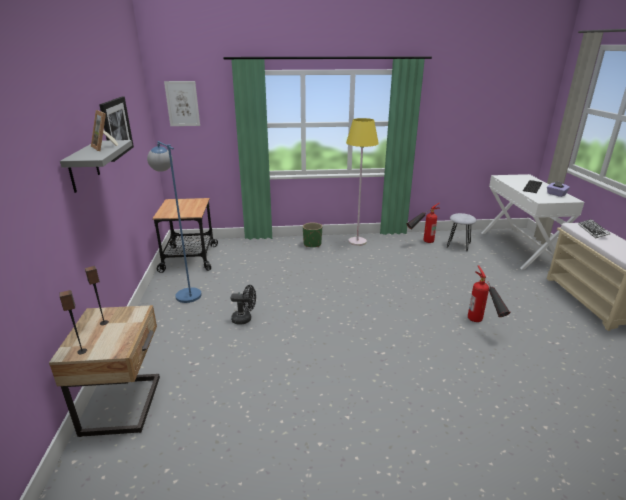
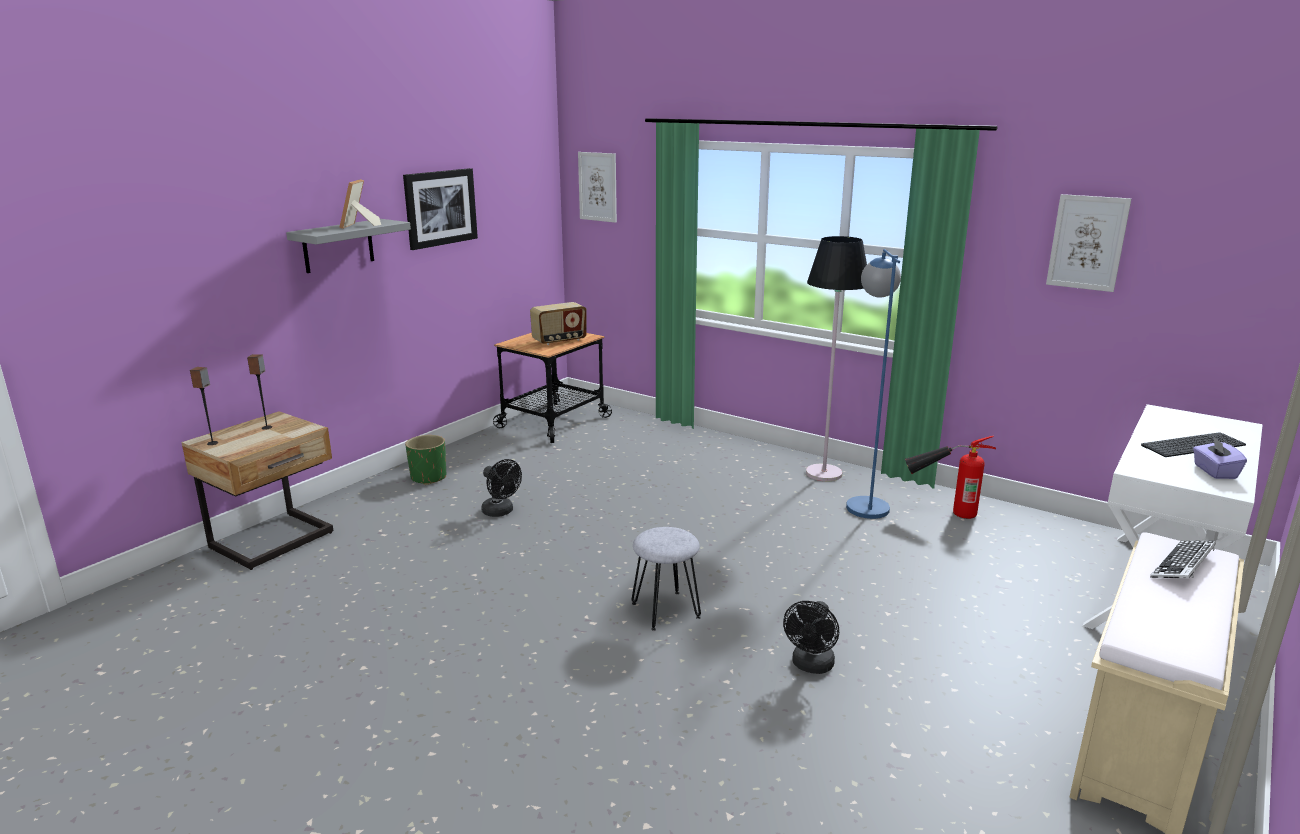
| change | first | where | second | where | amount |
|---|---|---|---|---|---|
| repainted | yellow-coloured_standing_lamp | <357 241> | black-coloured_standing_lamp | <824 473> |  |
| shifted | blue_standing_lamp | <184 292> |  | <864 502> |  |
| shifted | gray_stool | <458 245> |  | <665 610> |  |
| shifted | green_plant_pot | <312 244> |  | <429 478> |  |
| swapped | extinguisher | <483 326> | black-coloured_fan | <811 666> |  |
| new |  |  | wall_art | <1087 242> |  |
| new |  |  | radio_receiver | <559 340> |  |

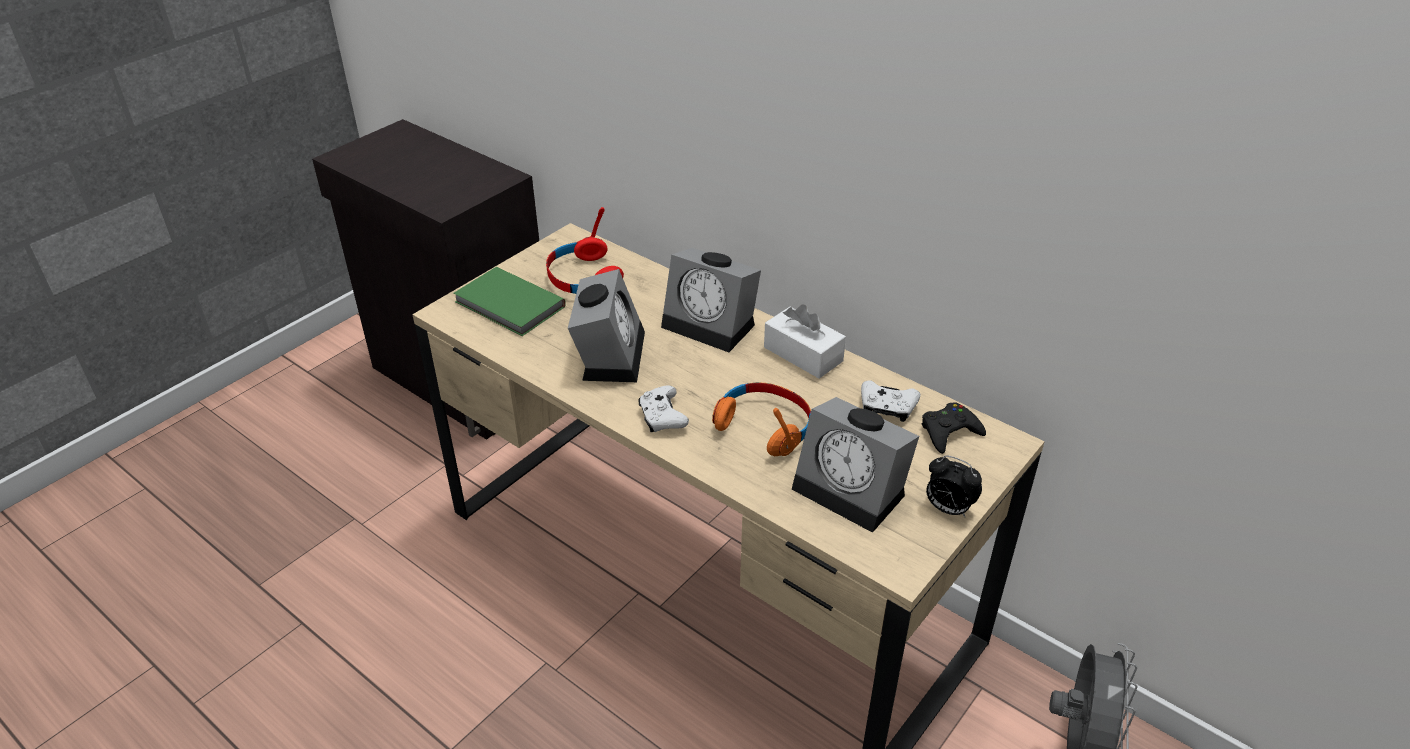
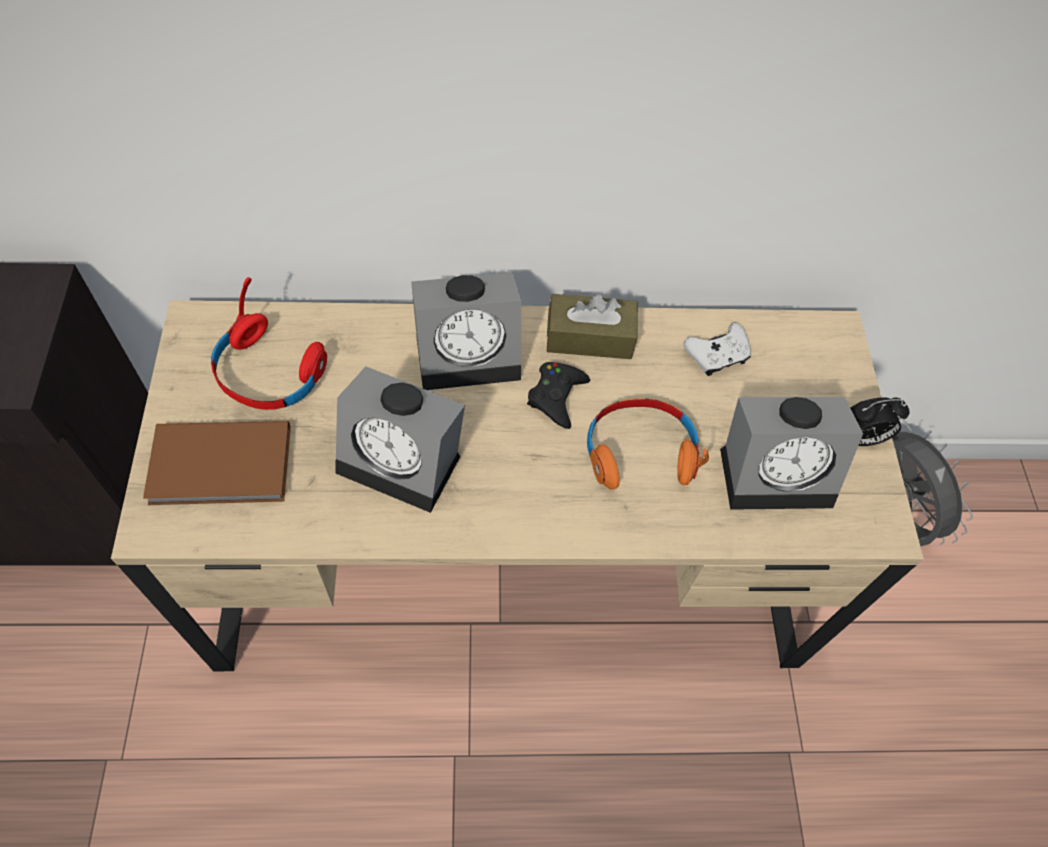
| change | first | where | second | where | amount |
|---|---|---|---|---|---|
| repainted | green_bound_book | <509 306> | brownish_bound_book | <223 468> |  |
| rotated | alarm_clock | <609 353> |  | <404 460> | 150 degrees clockwise |
| repainted | whitish_box_of_tissues | <803 354> | brownish_box_of_tissues | <589 337> |  |
| gone | whitish_joypad | <662 417> |  |  |  |
| shifted | black-coloured_joypad | <949 432> |  | <556 396> |  |

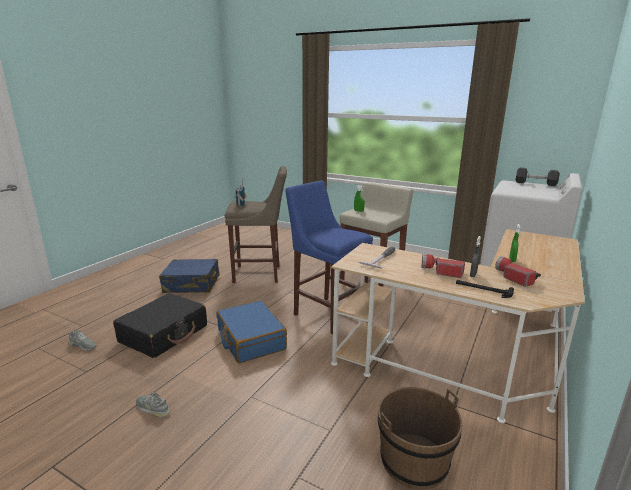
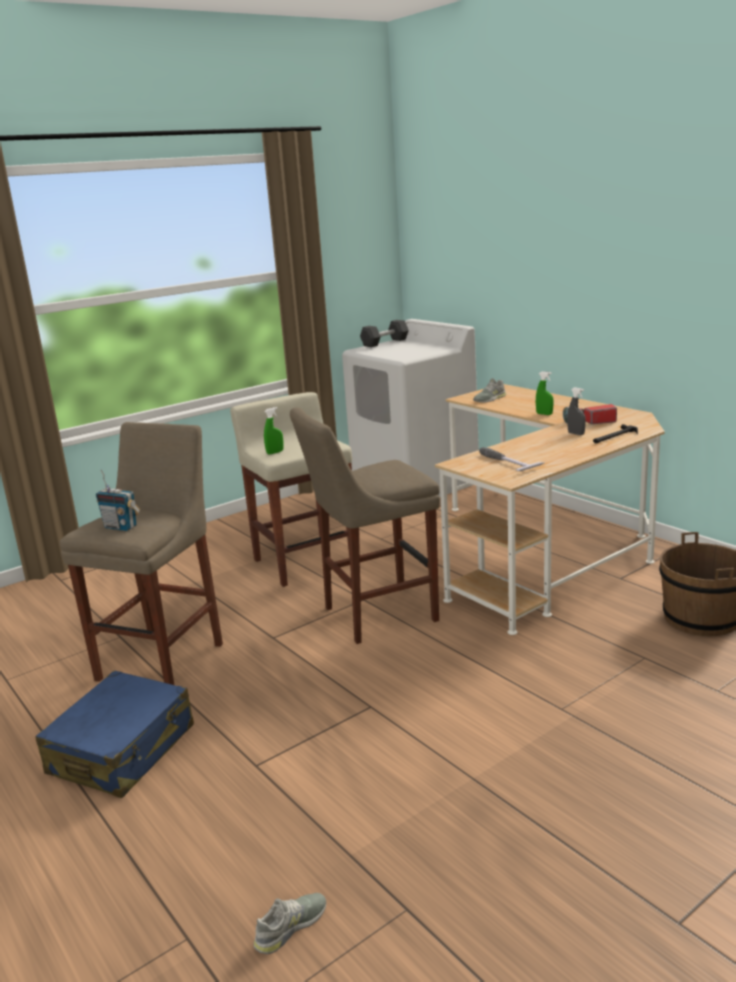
| change | first | where | second | where | amount |
|---|---|---|---|---|---|
| repainted | blue_stool | <327 313> | beige-coloured_stool | <374 615> |  |
| gone | hand_torch | <441 271> |  |  |  |
| gone | black-coloured_suitcase | <164 334> |  |  |  |
| gone | blue_suitcase | <250 340> |  |  |  |
| shifted | gray_low_shoe | <153 408> |  | <489 399> |  |

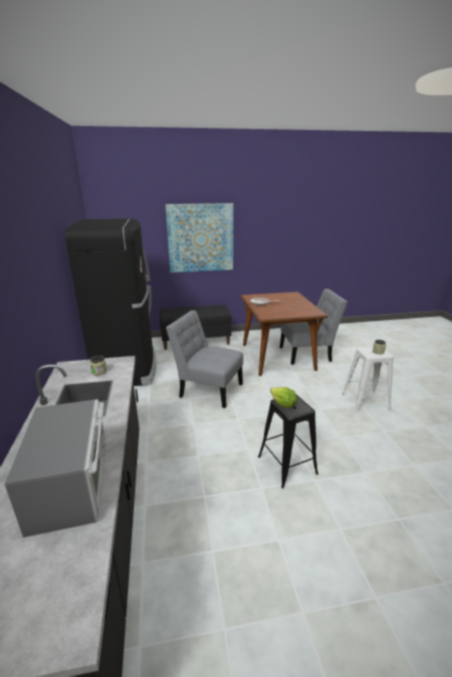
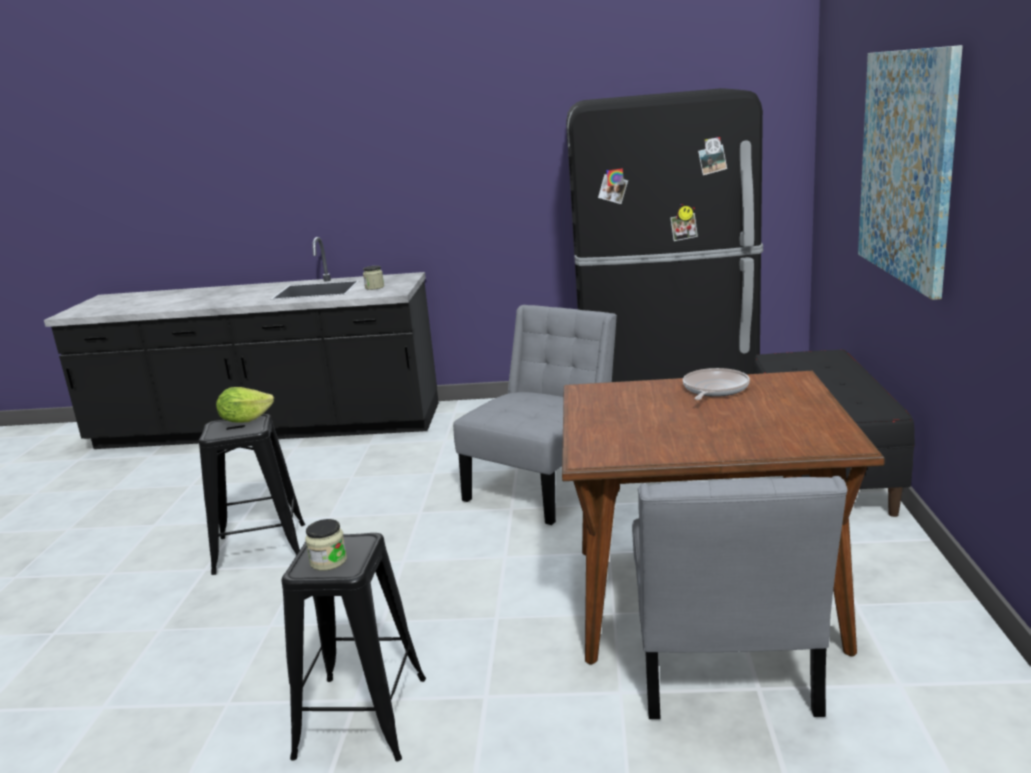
| change | first | where | second | where | amount |
|---|---|---|---|---|---|
| repainted | whitish_stool | <365 402> | black-coloured_stool | <362 716> |  |
| gone | kitchen_microwave | <73 482> |  |  |  |

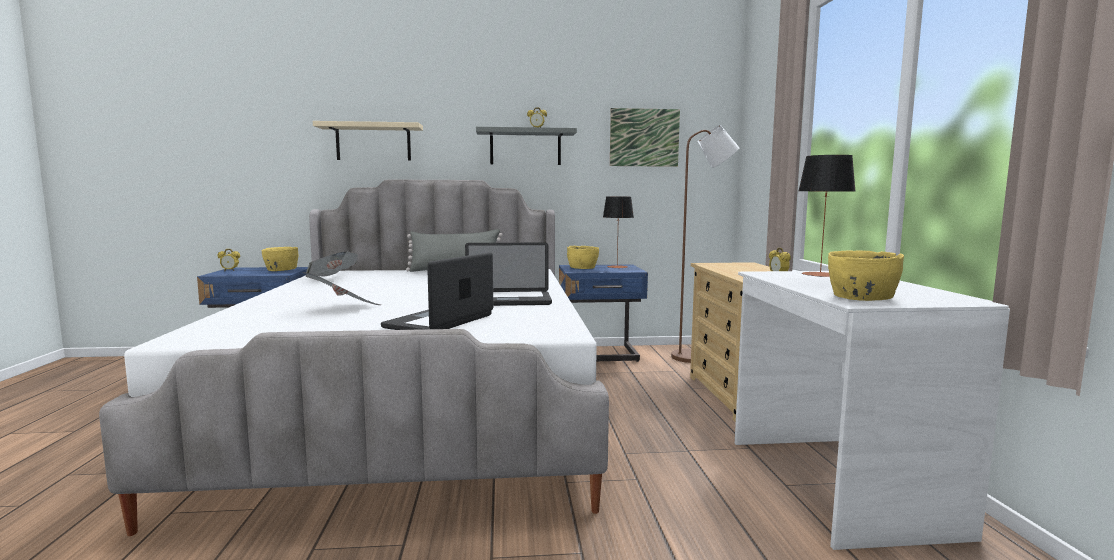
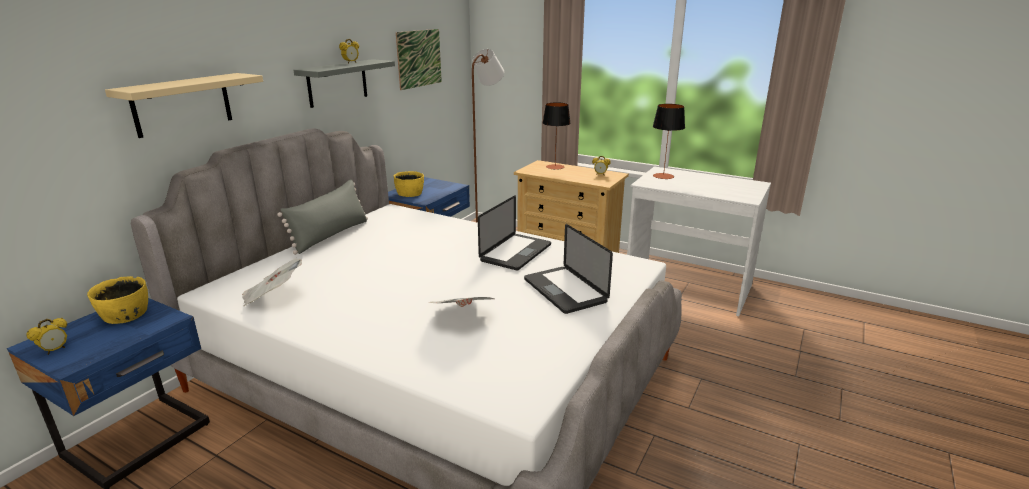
| change | first | where | second | where | amount |
|---|---|---|---|---|---|
| shifted | tabletop_lamp | <617 267> |  | <555 167> |  |
| gone | yellow-coloured_deep_dish | <861 297> |  |  |  |

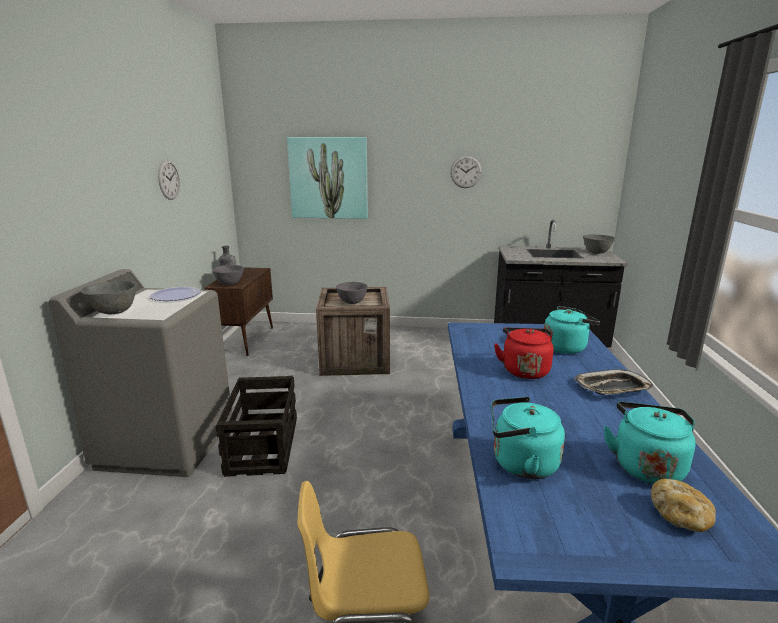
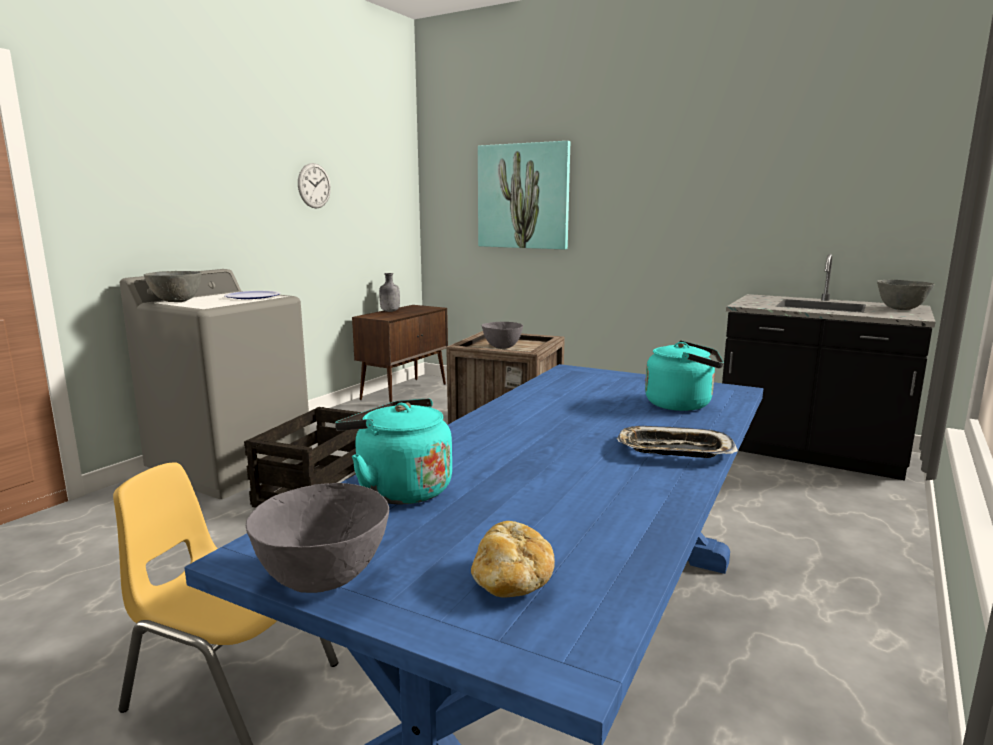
| change | first | where | second | where | amount |
|---|---|---|---|---|---|
| gone | hanging_clock | <466 172> |  |  |  |
| shifted | gray_deep_dish | <229 284> |  | <322 580> |  |
| gone | red-coloured_kettle | <524 370> |  |  |  |
| gone | turquoise_kettle | <646 466> |  |  |  |

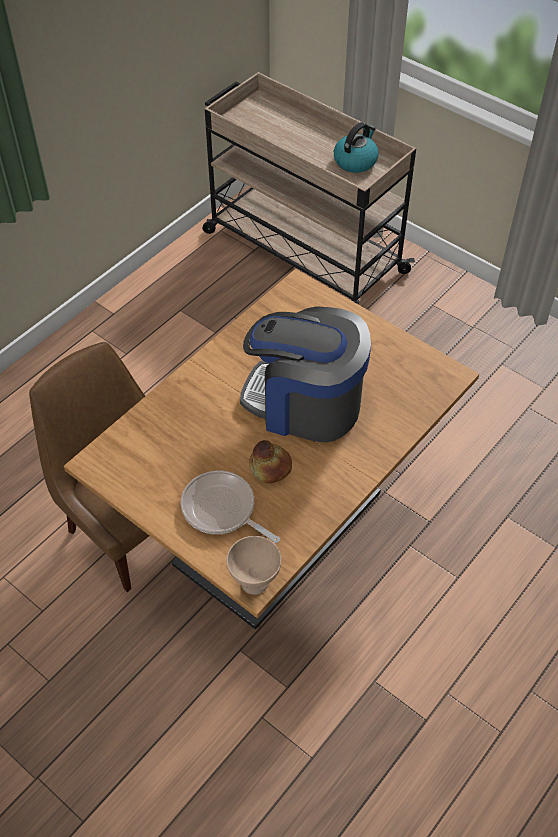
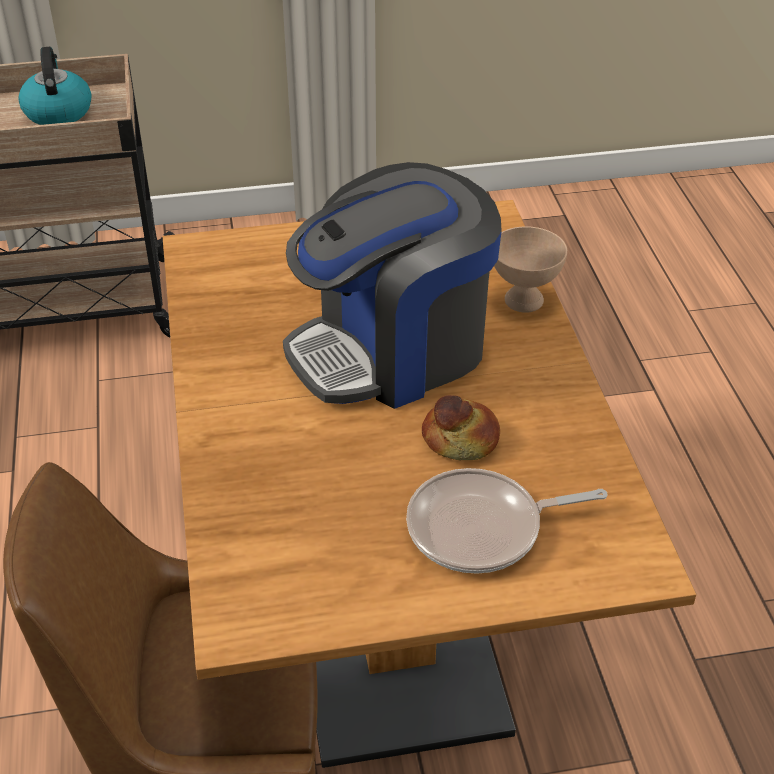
| change | first | where | second | where | amount |
|---|---|---|---|---|---|
| shifted | beige-coloured_deep_dish | <255 582> |  | <525 300> |  |

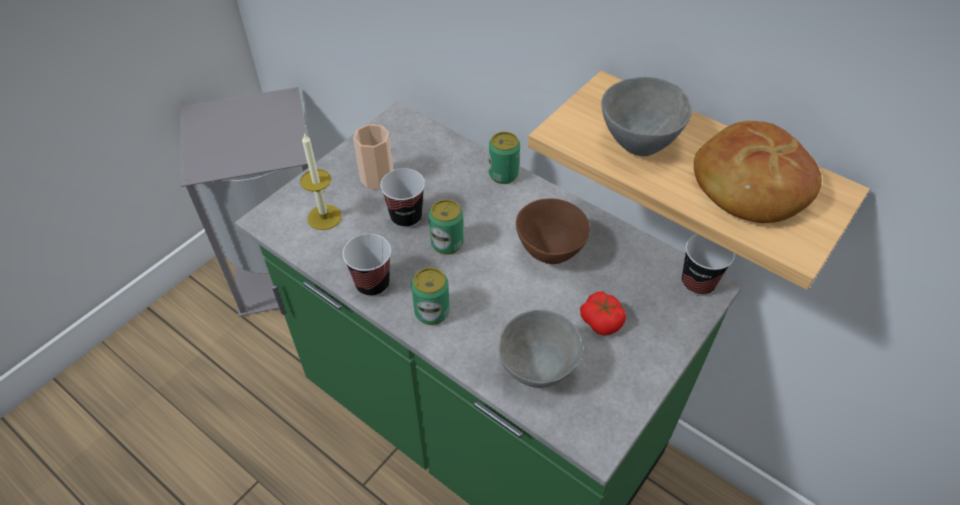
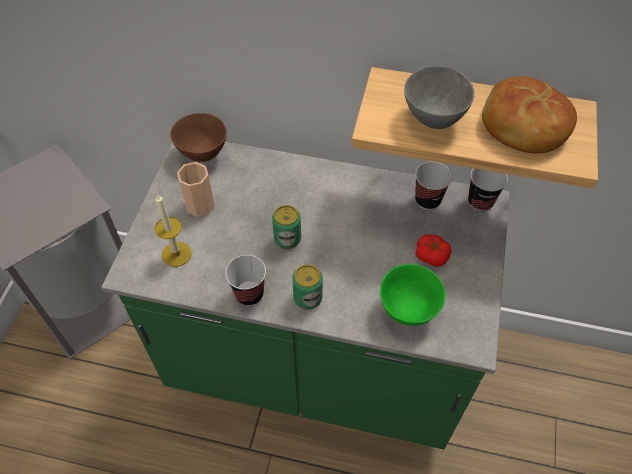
| change | first | where | second | where | amount |
|---|---|---|---|---|---|
| gone | metal_can | <503 174> |  |  |  |
| shifted | drinking_cup | <406 217> |  | <427 200> |  |
| shifted | brownish_deep_dish | <550 252> |  | <203 153> |  |
| repainted | gray_deep_dish | <538 370> | green_deep_dish | <408 311> |  |

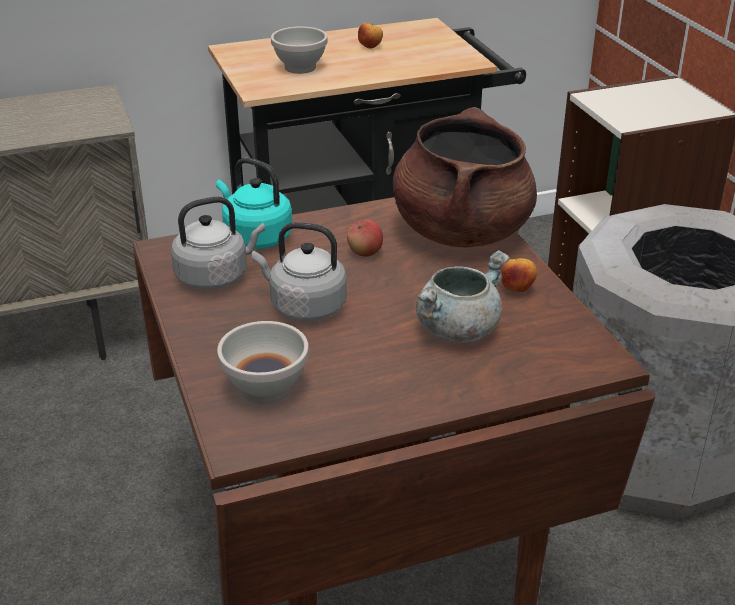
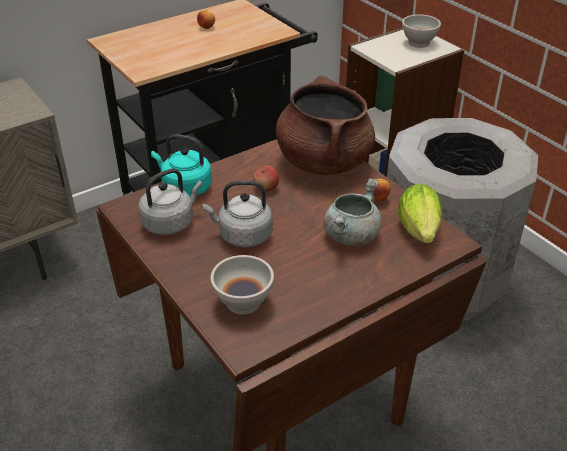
| change | first | where | second | where | amount |
|---|---|---|---|---|---|
| shifted | whitish_deep_dish | <301 68> |  | <419 43> |  |
| new |  |  | lettuce | <419 233> |  |

